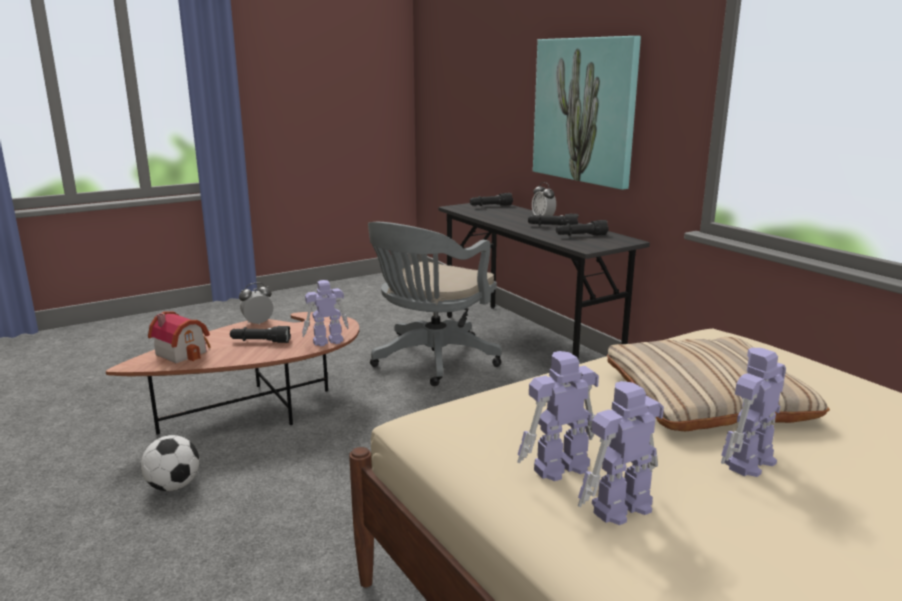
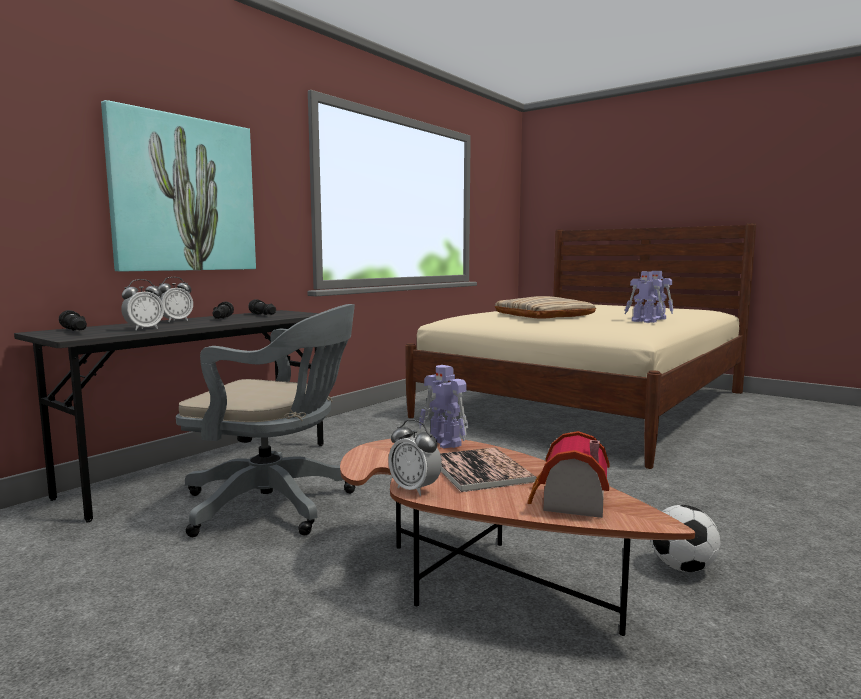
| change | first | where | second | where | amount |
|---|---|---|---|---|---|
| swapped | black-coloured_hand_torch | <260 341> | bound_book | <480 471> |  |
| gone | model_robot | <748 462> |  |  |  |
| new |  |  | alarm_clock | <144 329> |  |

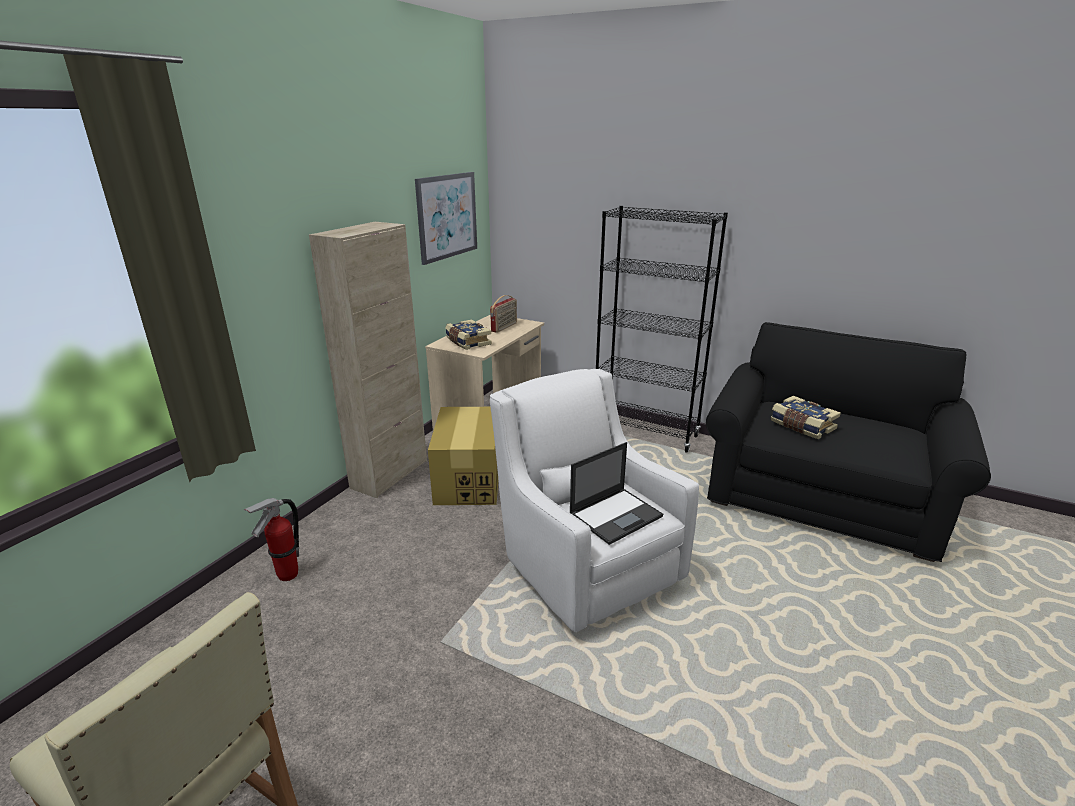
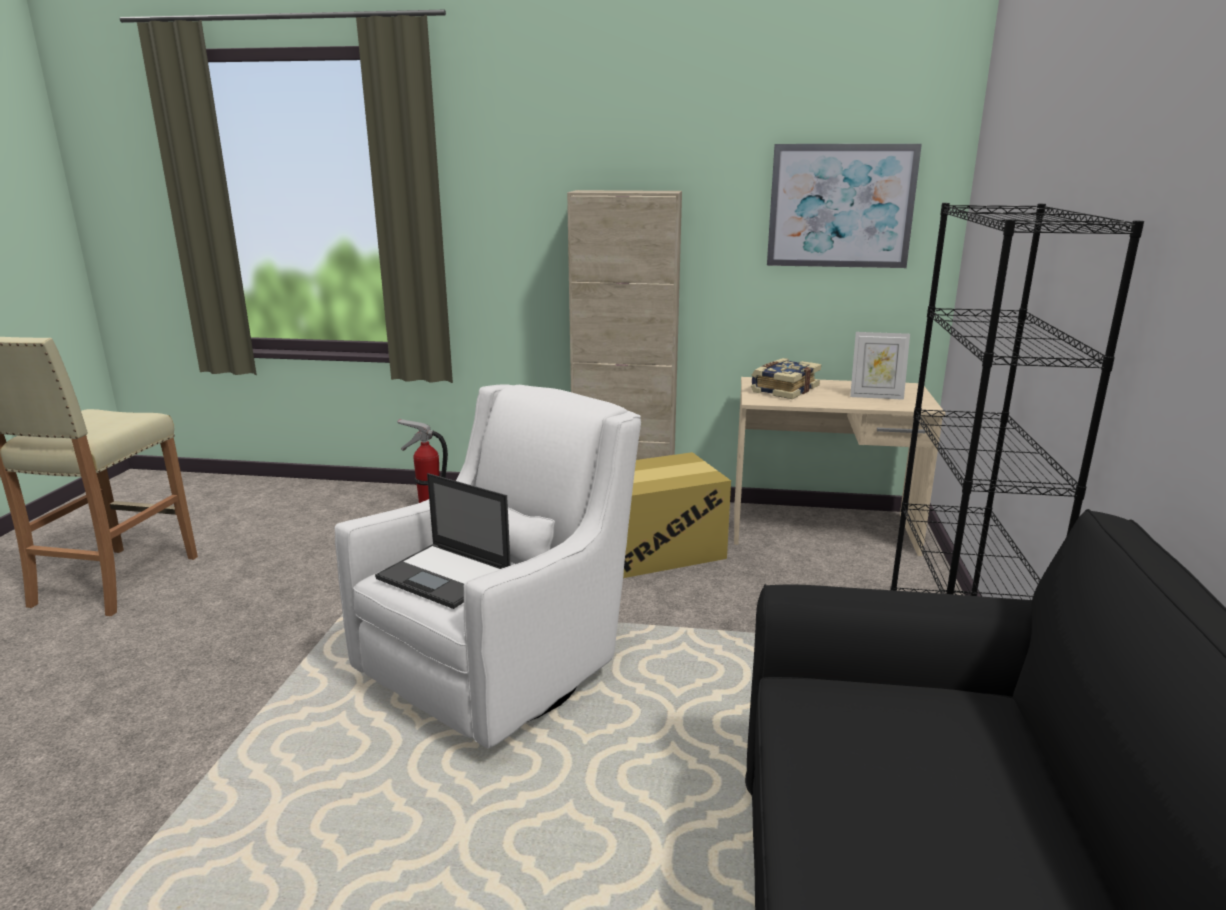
| change | first | where | second | where | amount |
|---|---|---|---|---|---|
| swapped | radio_receiver | <504 327> | photo_frame | <876 396> |  |
| gone | bound_book | <801 426> |  |  |  |

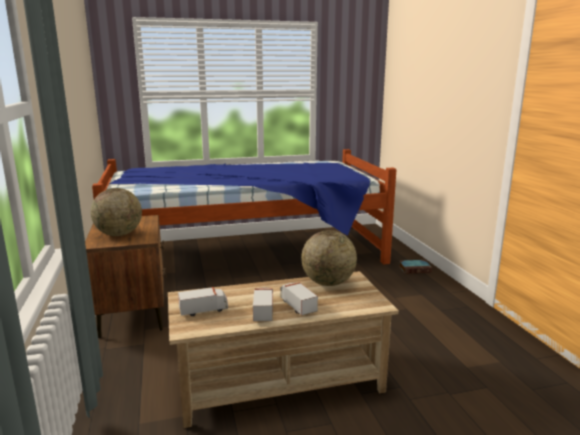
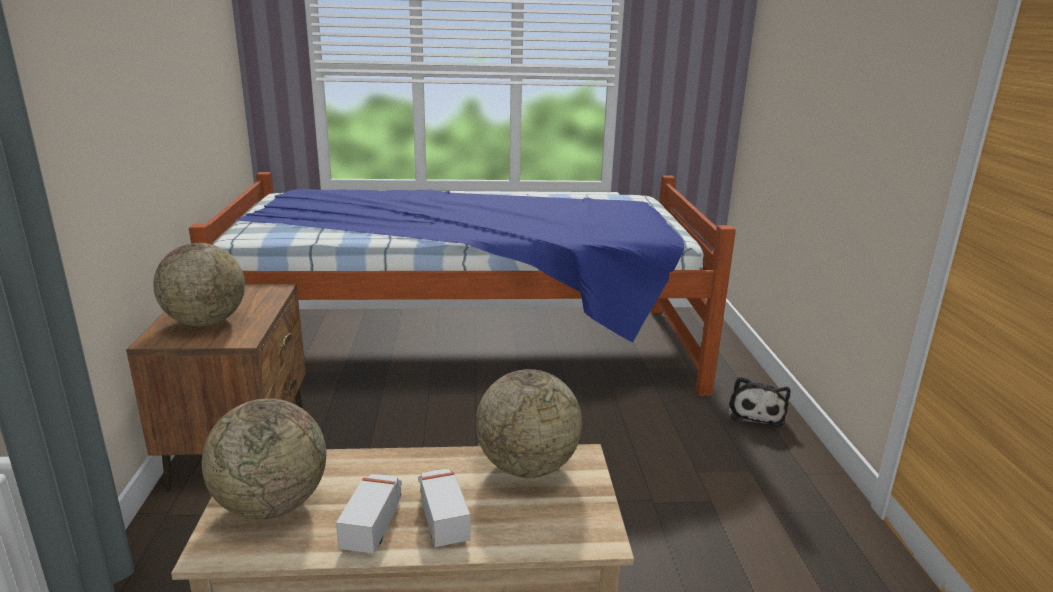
| change | first | where | second | where | amount |
|---|---|---|---|---|---|
| swapped | bound_book | <415 269> | soft_toy | <755 412> |  |
| swapped | model_truck | <204 310> | globe | <271 505> |  |

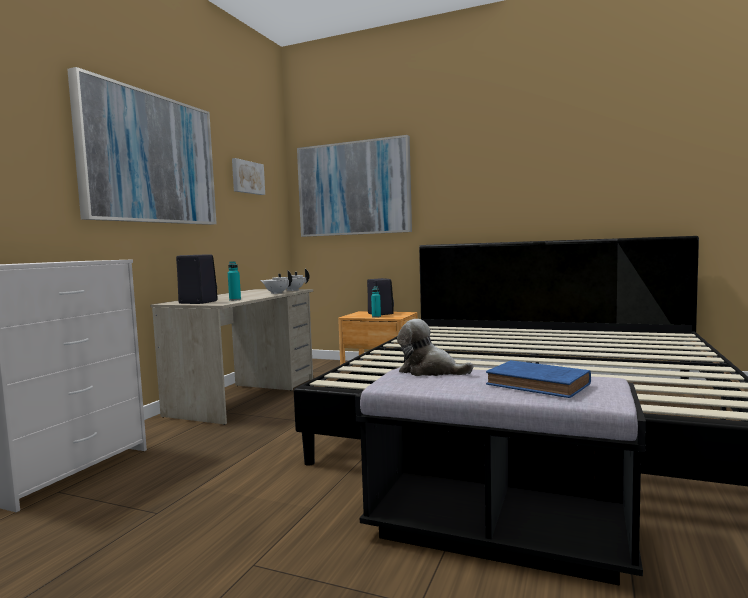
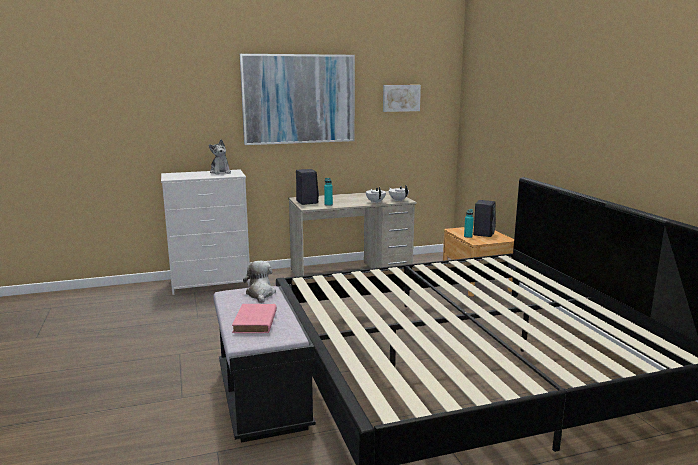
| change | first | where | second | where | amount |
|---|---|---|---|---|---|
| gone | wall_art | <354 189> |  |  |  |
| repainted | blue_bound_book | <540 385> | pink_bound_book | <255 322> |  |
| new |  |  | soft_toy | <220 172> |  |

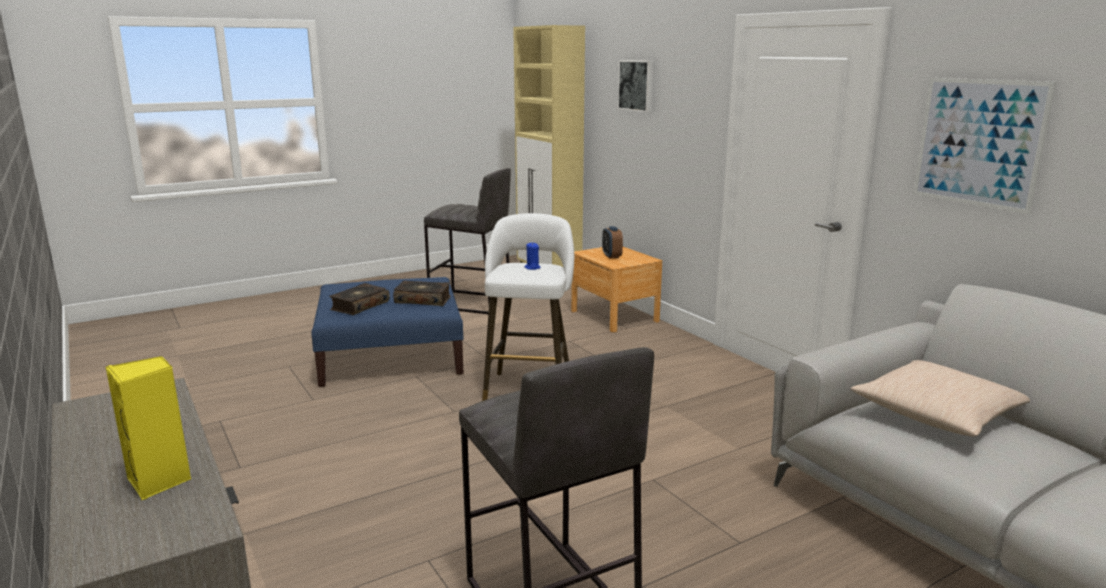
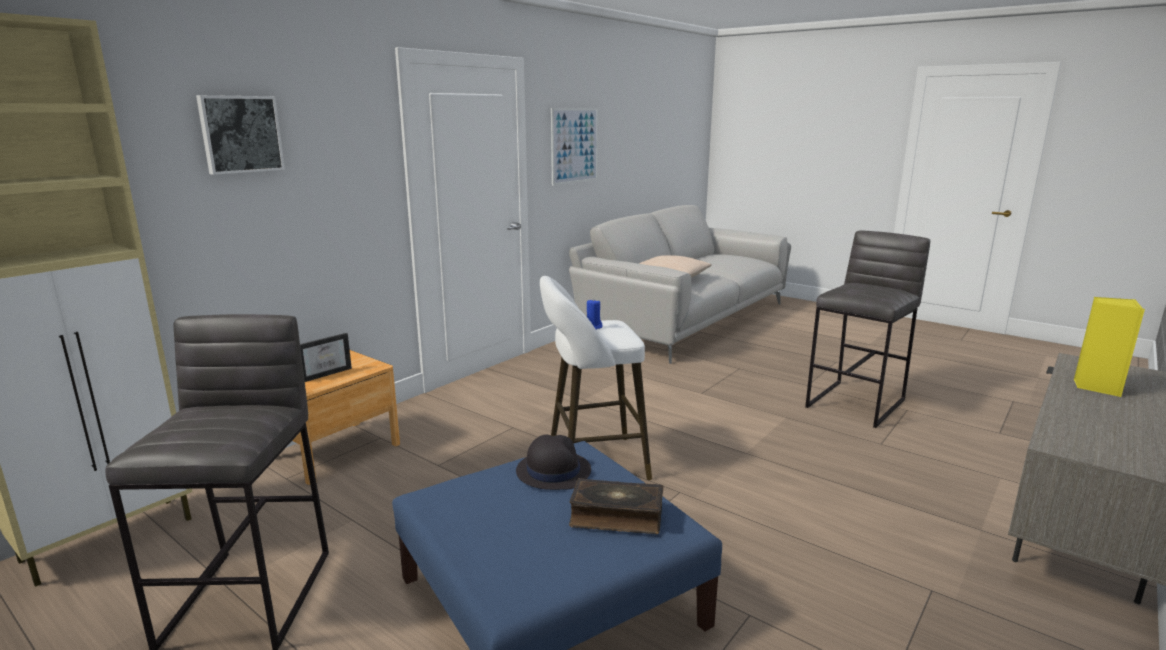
| change | first | where | second | where | amount |
|---|---|---|---|---|---|
| swapped | alarm_clock | <611 256> | photo_frame | <325 373> |  |
| swapped | bound_book | <423 300> | black-coloured_clothing_hat | <553 471> |  |

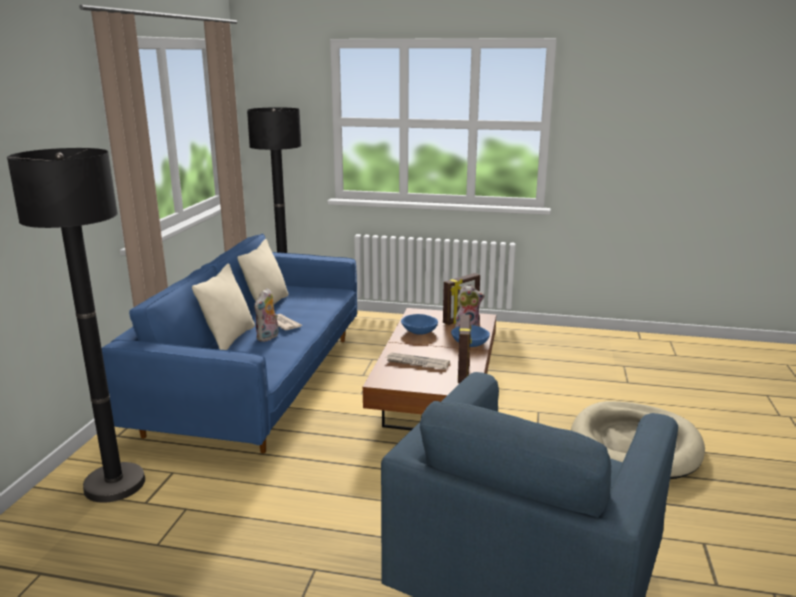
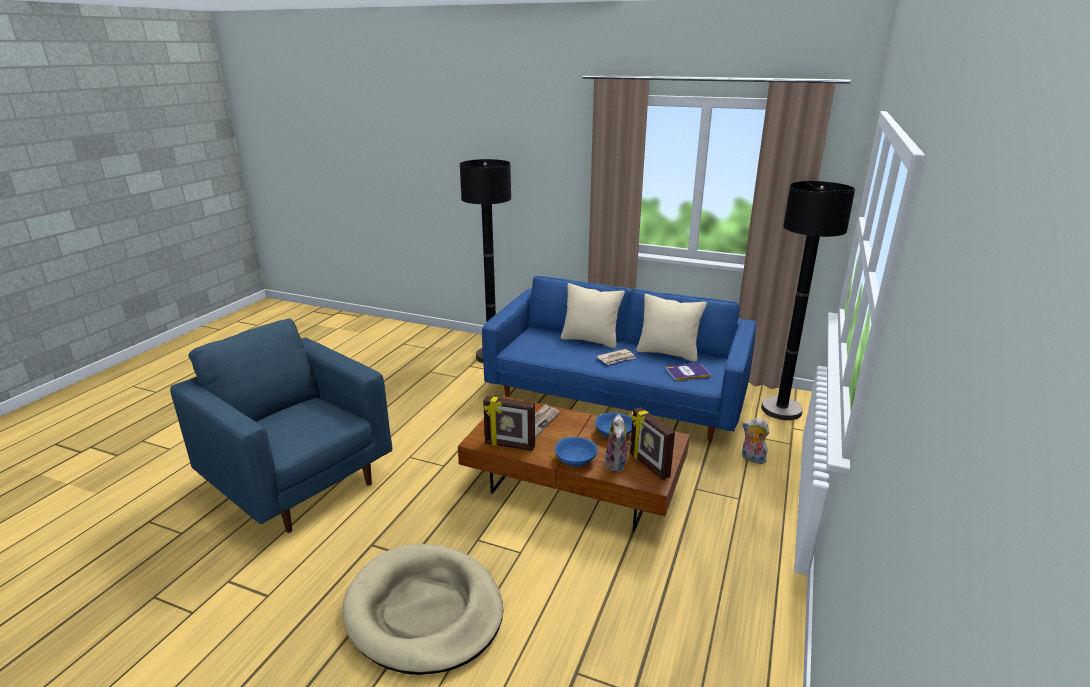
| change | first | where | second | where | amount |
|---|---|---|---|---|---|
| shifted | soft_toy | <268 337> |  | <752 459> |  |
| new |  |  | bound_book | <687 372> |  |

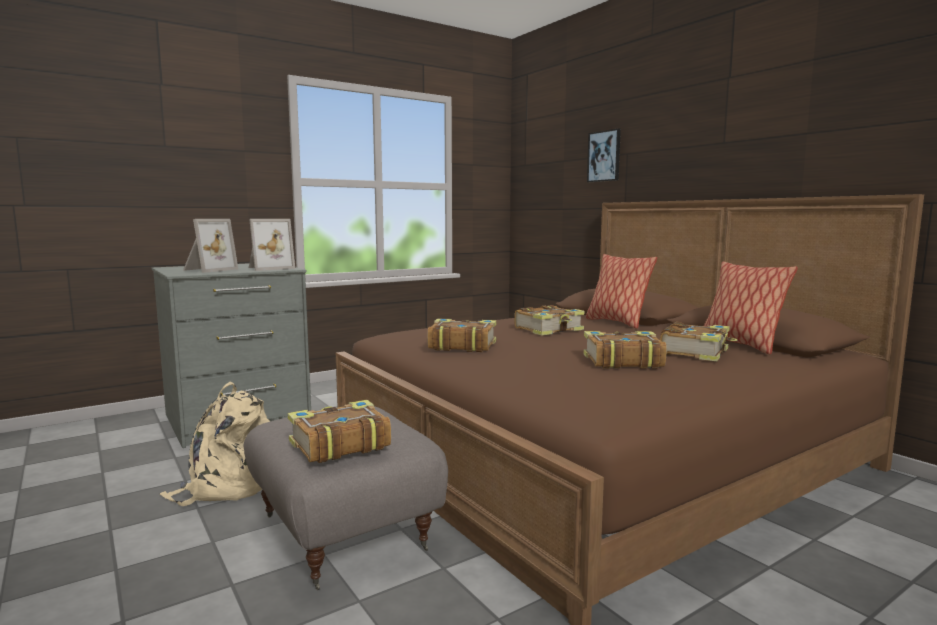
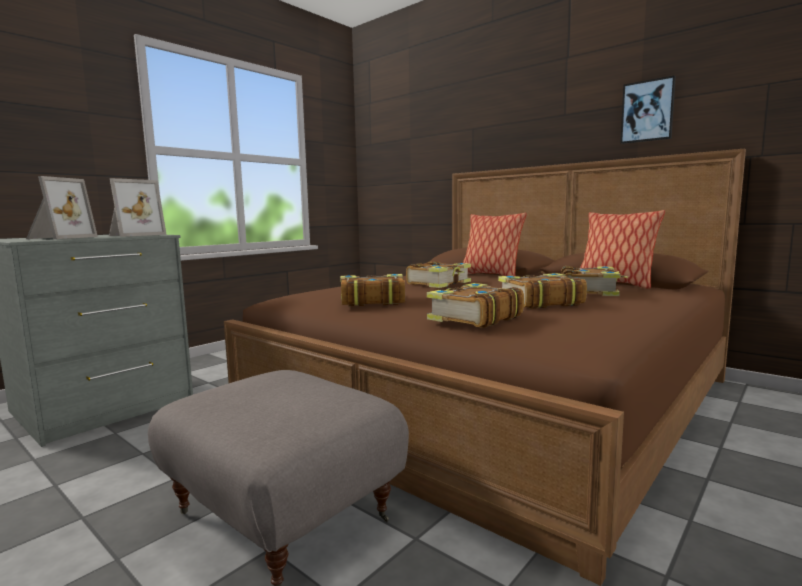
| change | first | where | second | where | amount |
|---|---|---|---|---|---|
| shifted | wall_art | <604 156> |  | <647 111> |  |
| gone | beige-coloured_rucksack | <229 485> |  |  |  |
| shifted | bound_book | <338 445> |  | <474 318> |  |

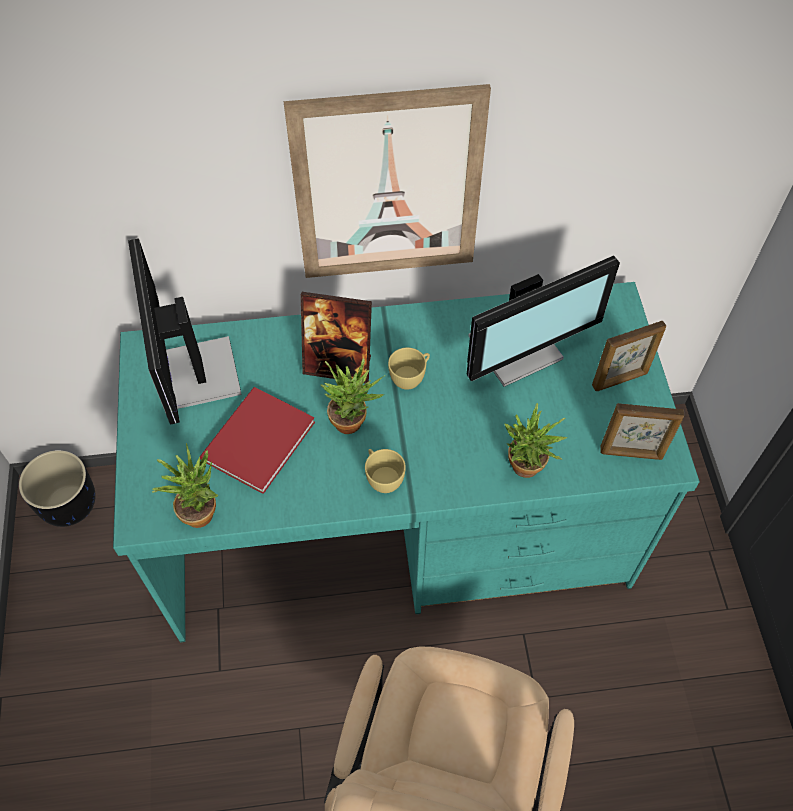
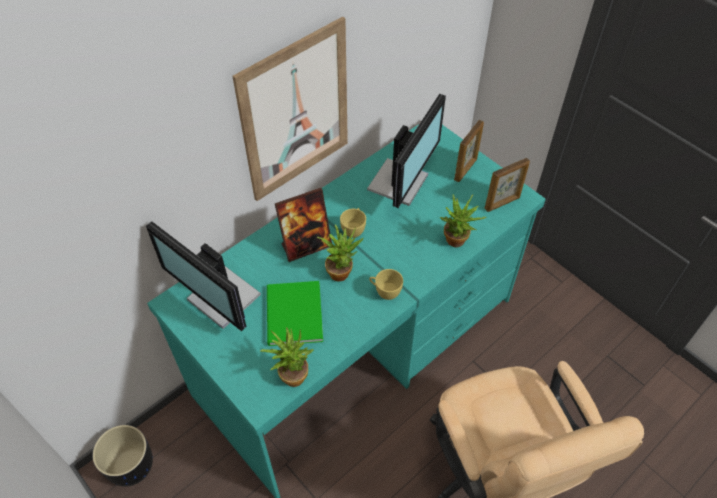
| change | first | where | second | where | amount |
|---|---|---|---|---|---|
| repainted | red-coloured_bound_book | <254 442> | green_bound_book | <292 316> |  |

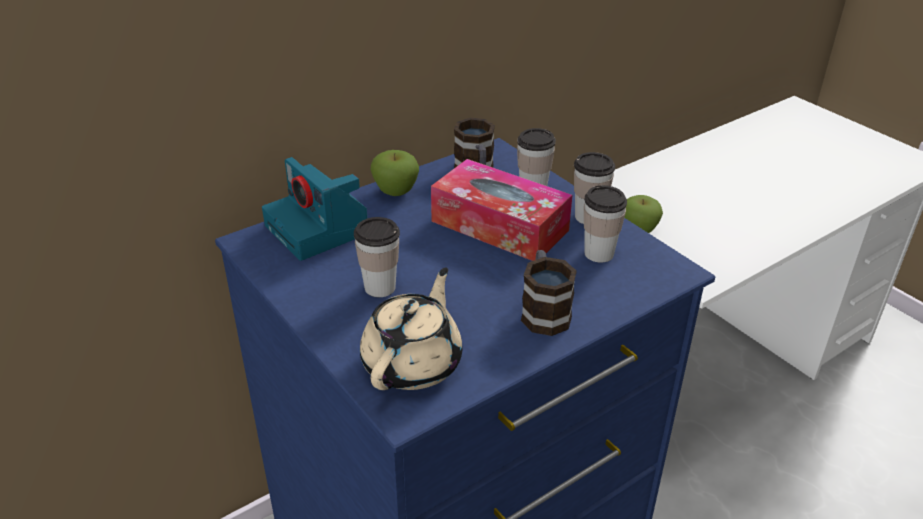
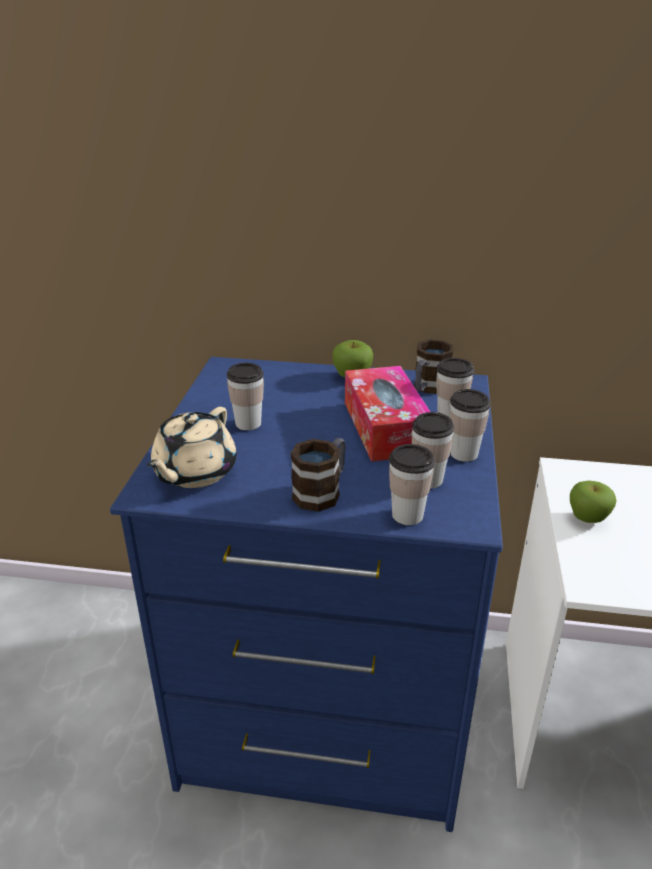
| change | first | where | second | where | amount |
|---|---|---|---|---|---|
| gone | still_camera | <321 229> |  |  |  |
| rotated | beige-coloured_tea_pot | <413 363> |  | <194 473> | 135 degrees clockwise |
| new |  |  | drinking_cup | <407 515> |  |

